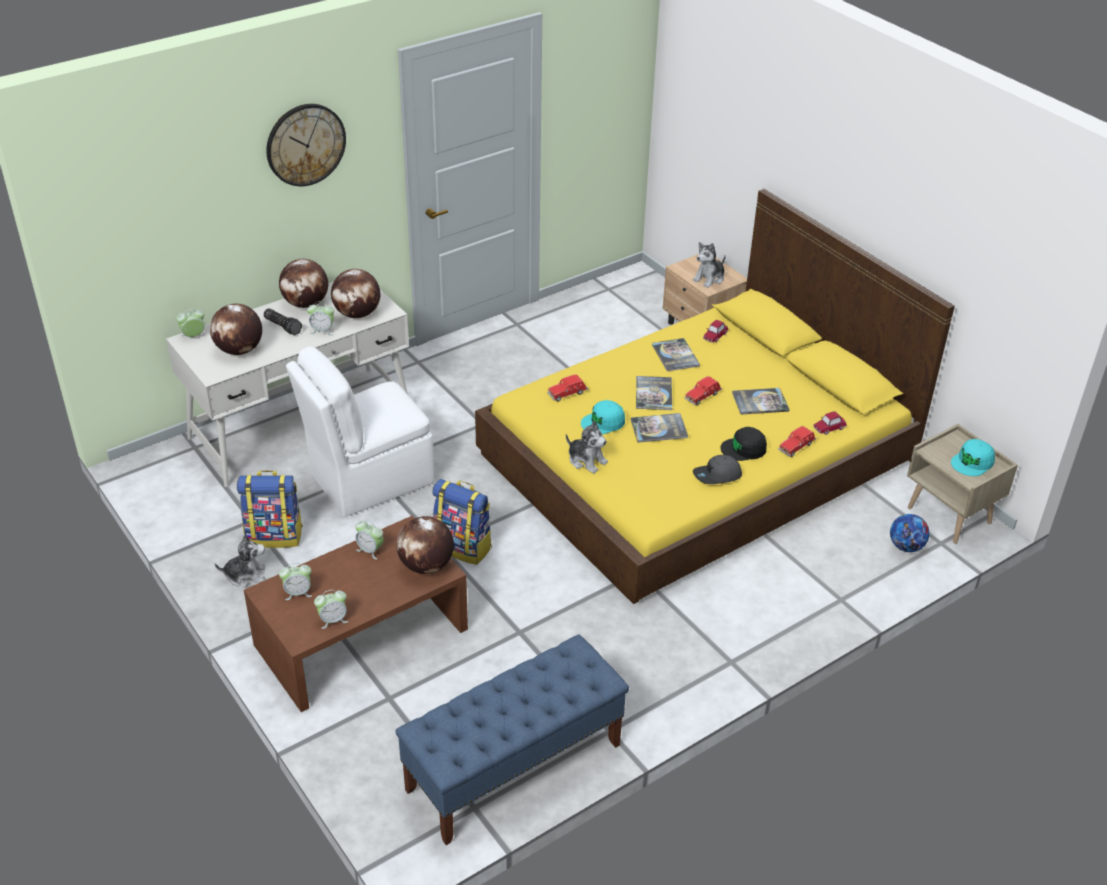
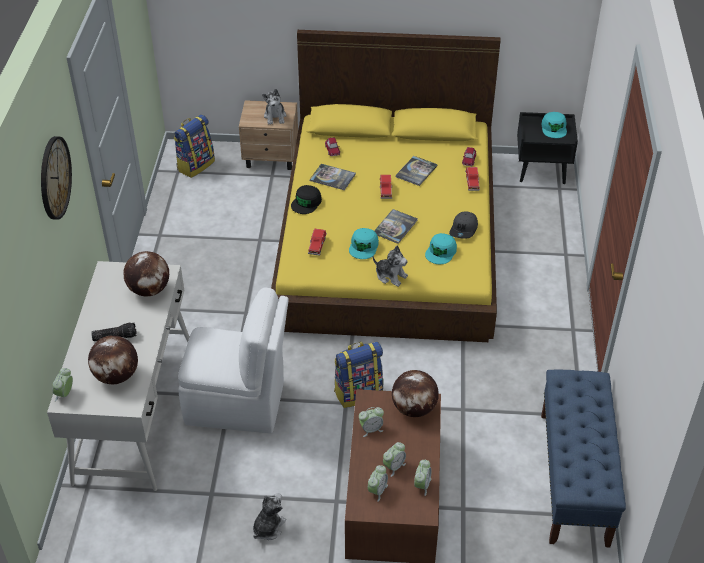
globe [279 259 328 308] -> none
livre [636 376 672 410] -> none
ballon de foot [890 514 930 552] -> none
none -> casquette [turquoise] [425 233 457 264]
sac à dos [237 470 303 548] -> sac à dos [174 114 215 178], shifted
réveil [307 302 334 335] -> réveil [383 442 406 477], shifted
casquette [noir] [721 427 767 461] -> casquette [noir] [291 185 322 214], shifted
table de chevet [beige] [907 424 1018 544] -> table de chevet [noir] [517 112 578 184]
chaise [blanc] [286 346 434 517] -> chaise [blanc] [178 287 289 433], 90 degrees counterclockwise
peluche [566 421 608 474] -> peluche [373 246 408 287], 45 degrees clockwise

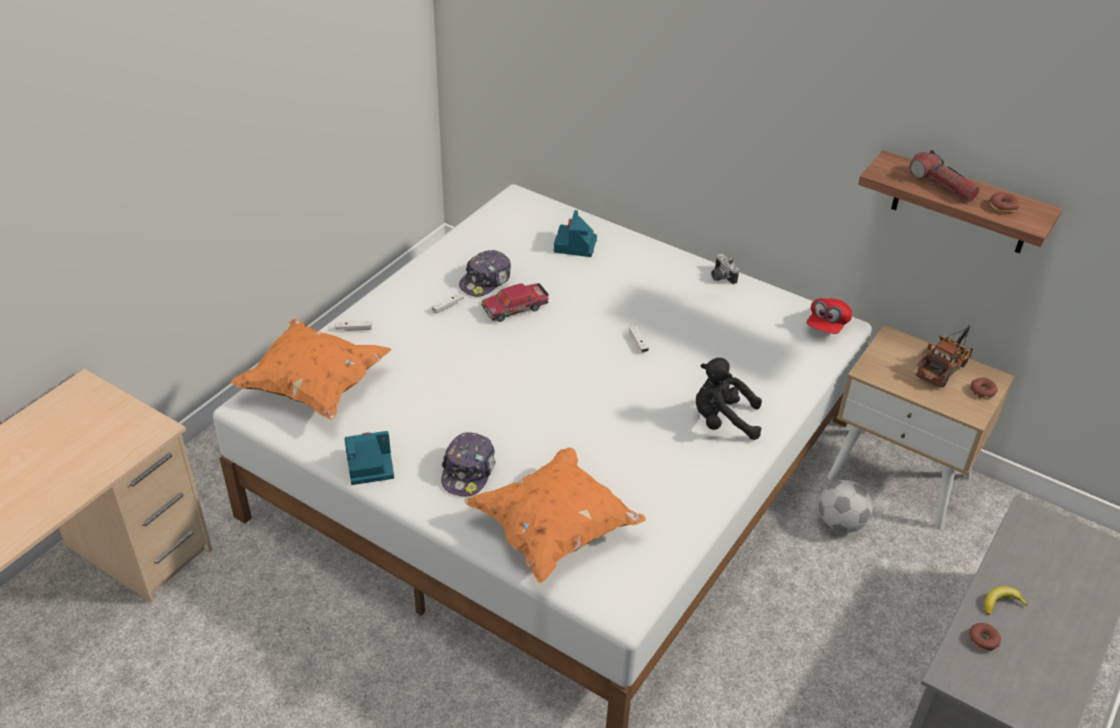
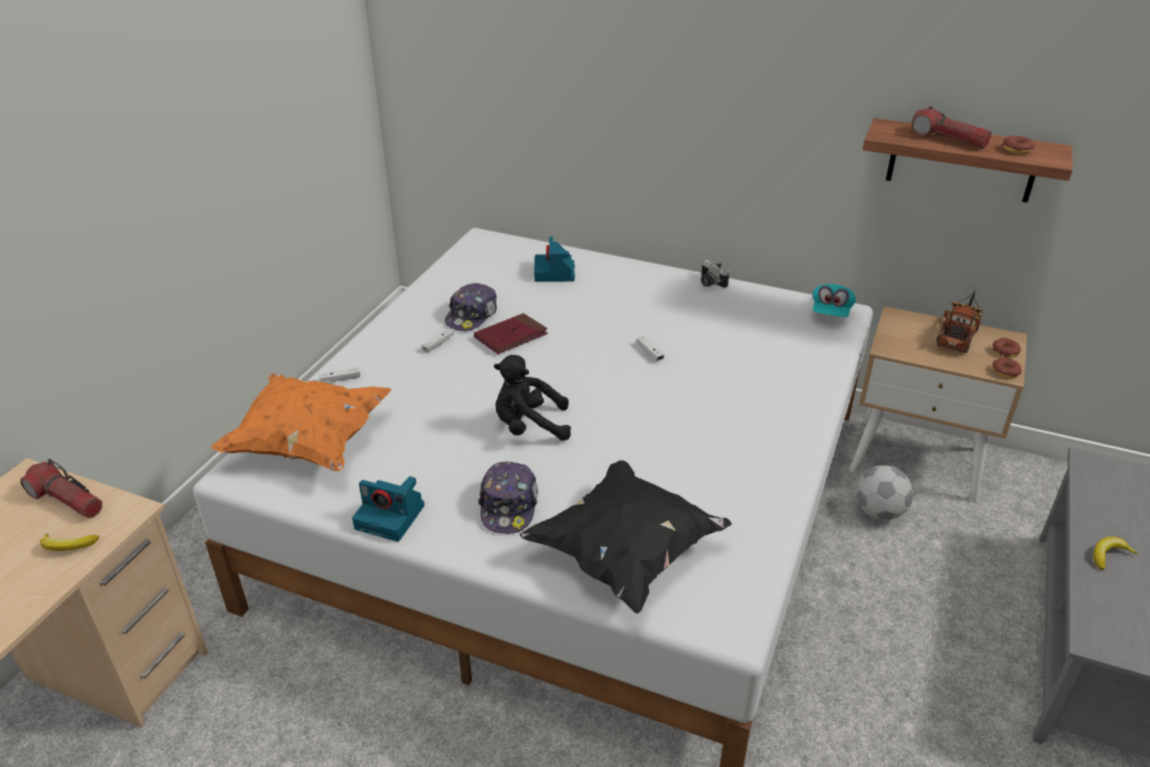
none -> lampe de poche [20 459 102 518]
none -> banane [40 533 99 551]
peluche [noir] [696 358 762 440] -> peluche [noir] [494 355 571 441], shifted
beignet [969 623 1001 651] -> beignet [992 358 1022 378], shifted
petite voiture [481 283 549 322] -> livre [rouge] [474 313 548 354]
coussin [orange] [464 447 646 583] -> coussin [noir] [520 460 732 614]
casquette [rouge] [806 298 852 334] -> casquette [turquoise] [813 284 856 317]
appareil photo [344 431 394 485] -> appareil photo [352 476 425 542], 135 degrees counterclockwise

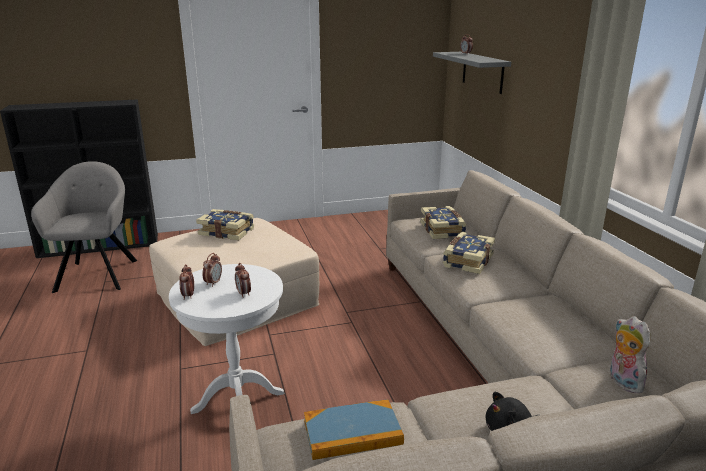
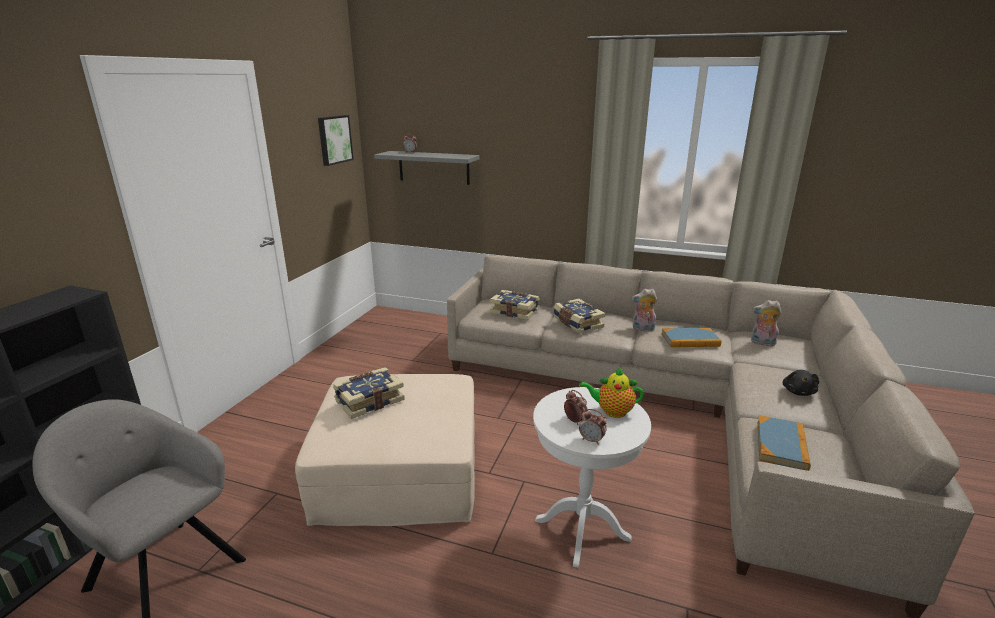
none -> tableau [318 115 354 166]
none -> peluche [632 289 657 332]
none -> livre [661 328 721 347]
réveil [235 263 251 298] -> théière [579 367 644 418]

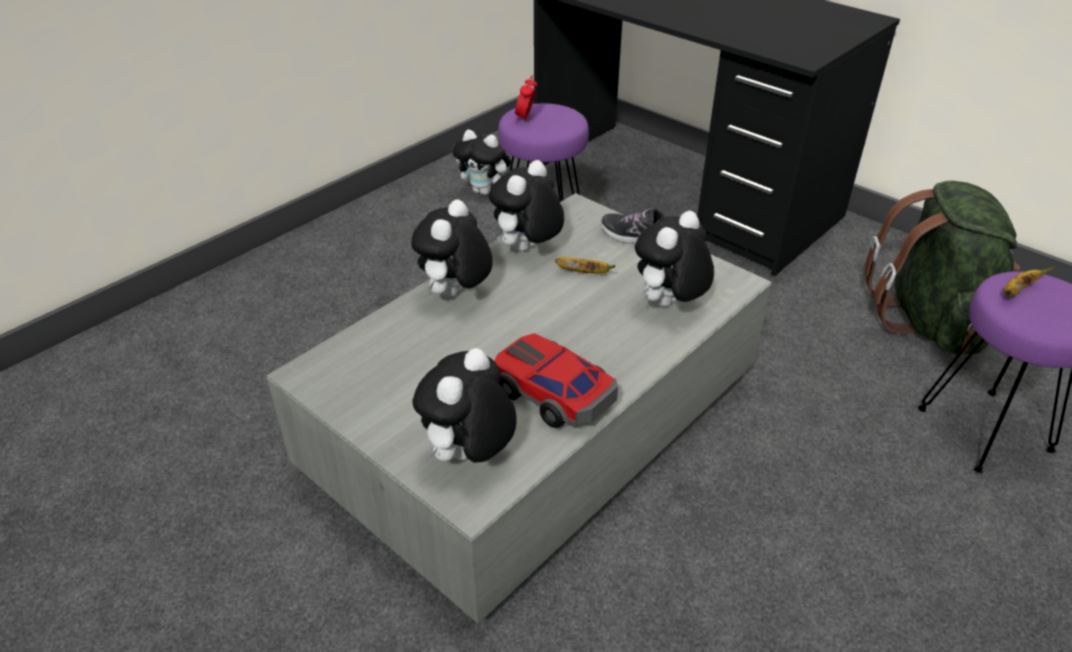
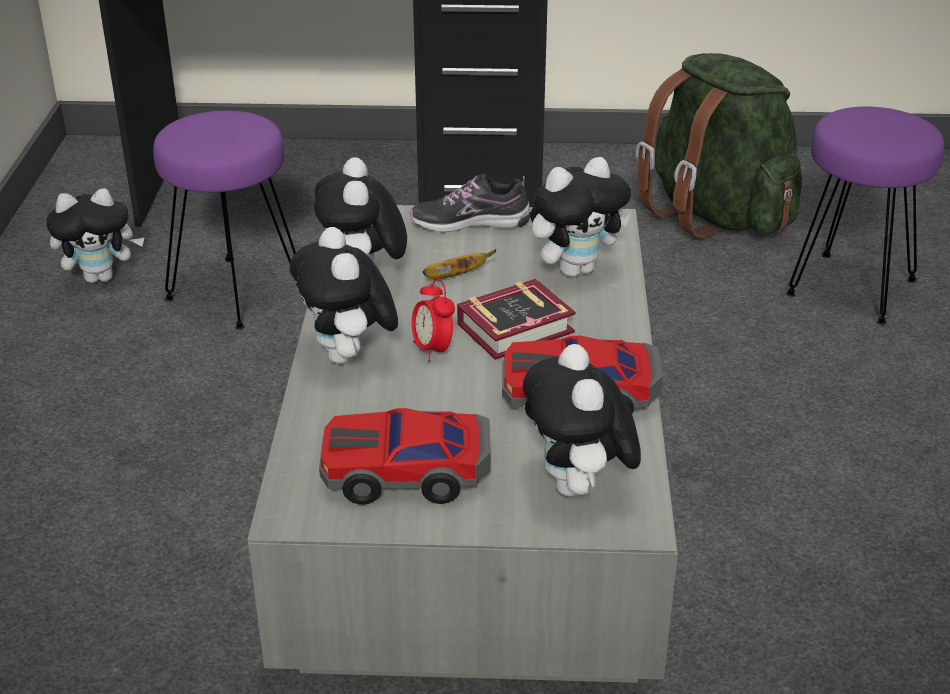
banane [1004 266 1054 297] -> none
none -> petite voiture [319 408 491 505]
none -> livre [457 279 576 360]
réveil [515 75 537 123] -> réveil [412 278 455 362], shifted
peluche [635 211 714 307] -> peluche [530 157 631 277], 120 degrees counterclockwise

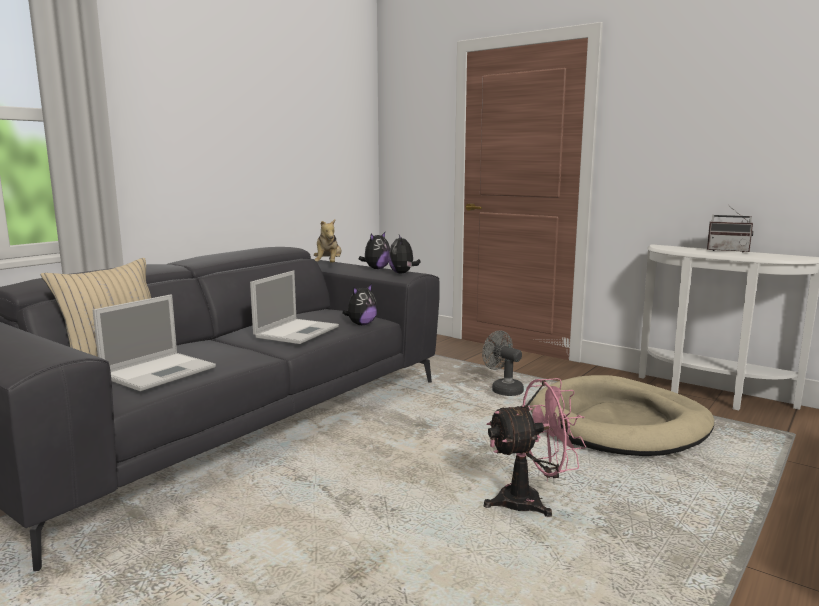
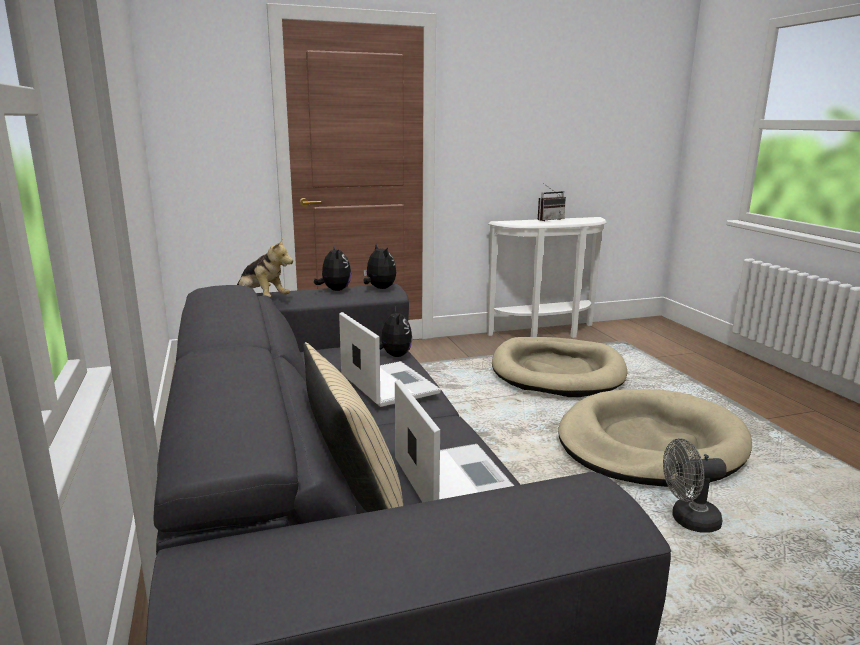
ventilateur [gris] [482 330 524 396] -> ventilateur [gris] [663 438 727 533], shifted
ventilateur [rose] [484 378 586 517] -> panier pour chien [beige] [558 389 752 487]
peluche [388 235 420 274] -> peluche [363 243 396 289], 150 degrees counterclockwise

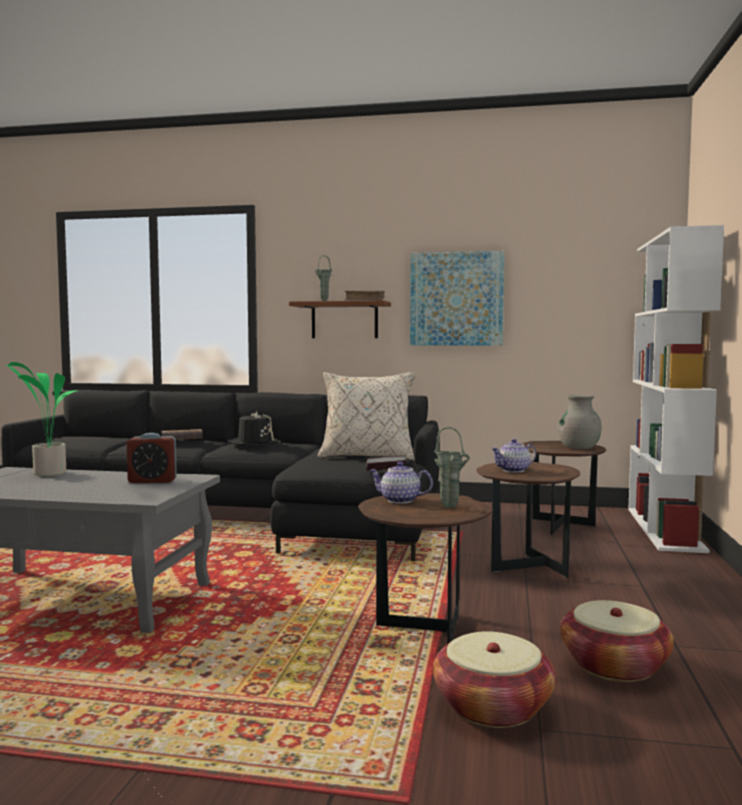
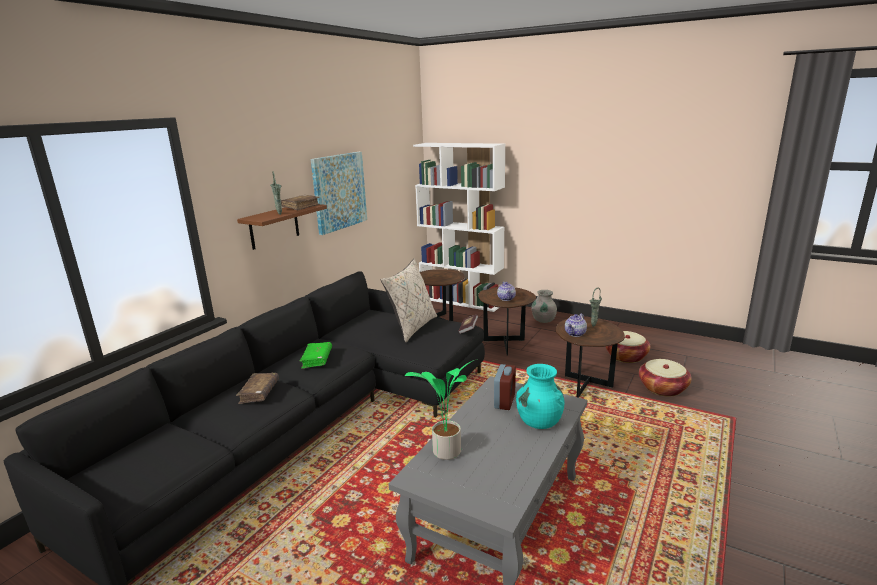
none -> vase [turquoise] [516 364 565 429]
vase [gris] [558 395 602 449] -> vase [gris] [532 290 557 323], shifted
chapeau [noir] [227 411 281 445] -> livre [vert] [300 342 332 369]

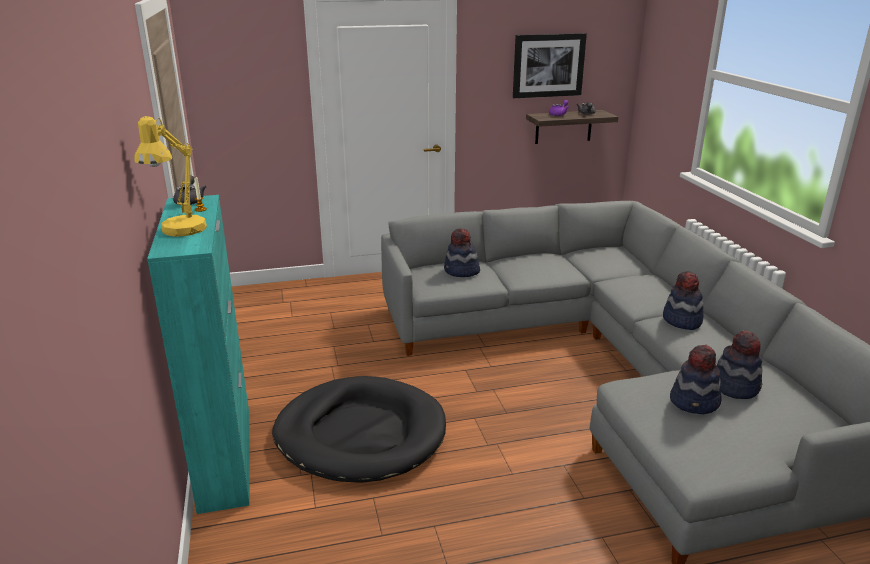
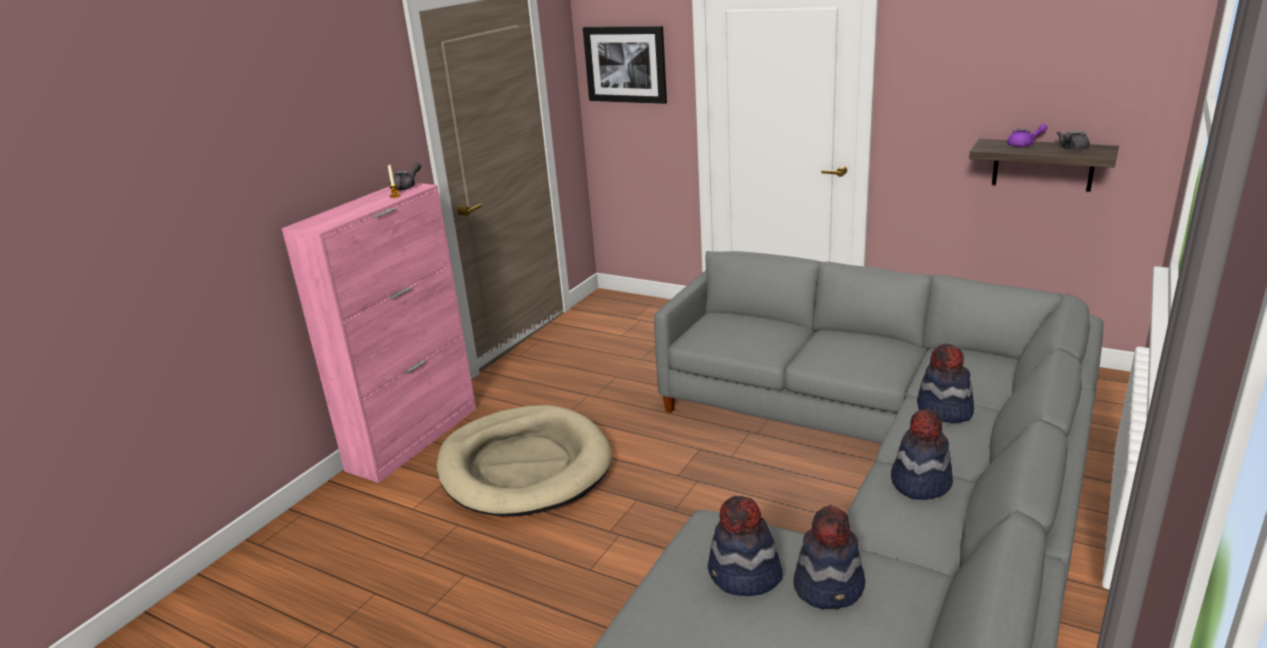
lampe de table [jaune] [134 116 207 236] -> none
chapeau [444 228 480 277] -> chapeau [917 344 974 423], shifted
tableau [513 33 587 98] -> tableau [583 26 667 104], shifted
meuble de rangement [turquoise] [147 195 250 514] -> meuble de rangement [rose] [282 183 476 483]
panier pour chien [noir] [272 376 446 483] -> panier pour chien [beige] [437 405 612 516]

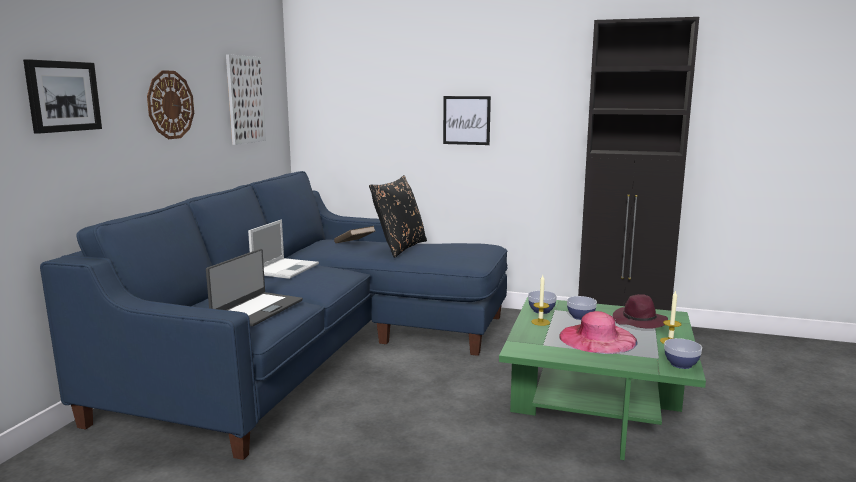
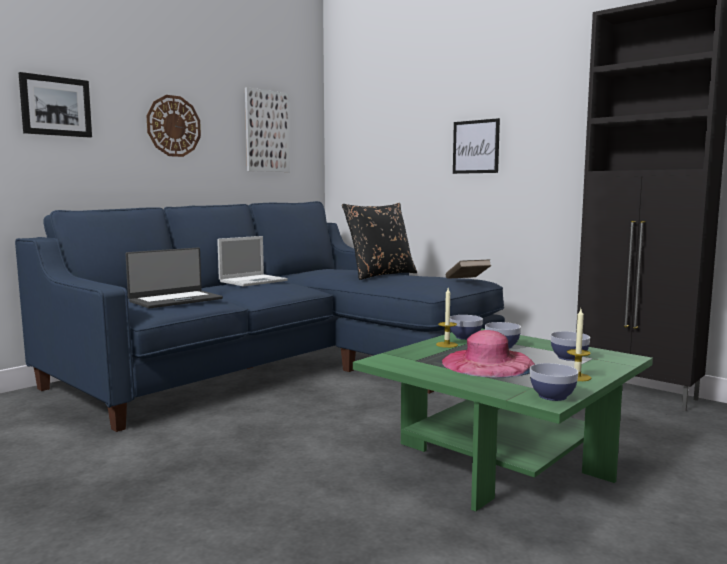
livre [marron] [334 226 375 243] -> livre [marron] [446 259 491 279], shifted
chapeau [violet] [613 294 668 329] -> bol [550 331 590 361]

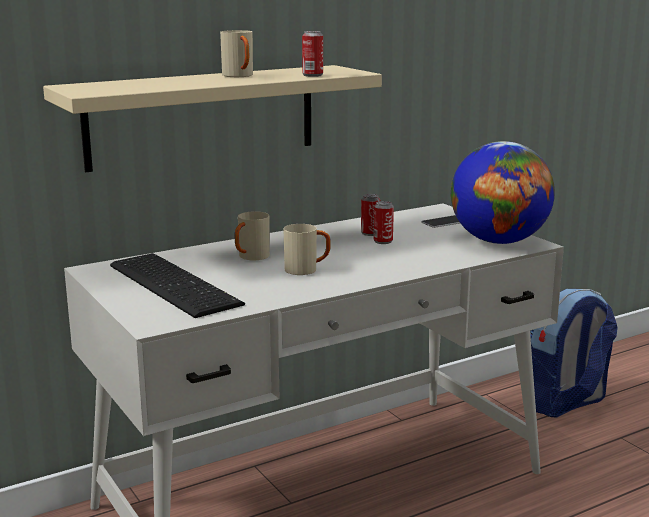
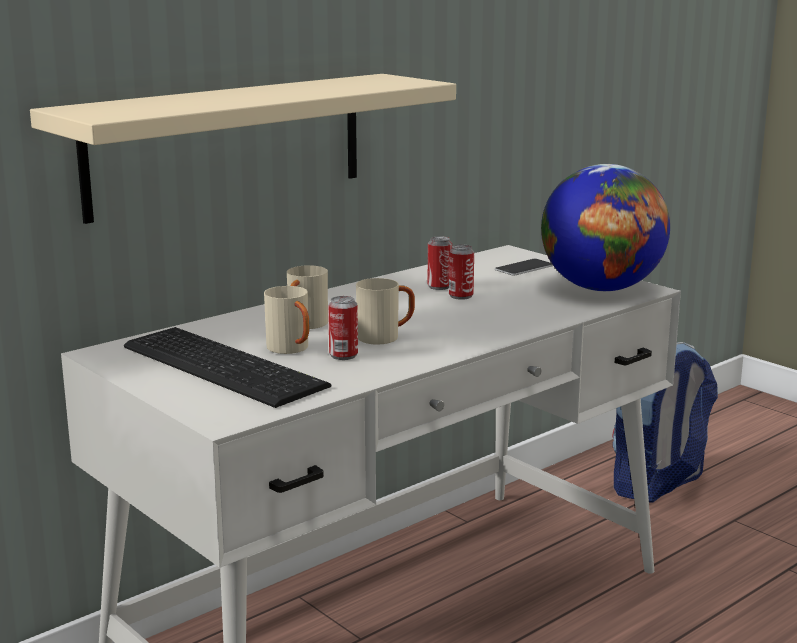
mug [beige] [220 30 253 77] -> mug [beige] [264 286 309 354], shifted
boîte métallique [302 31 323 77] -> boîte métallique [328 296 358 360], shifted

